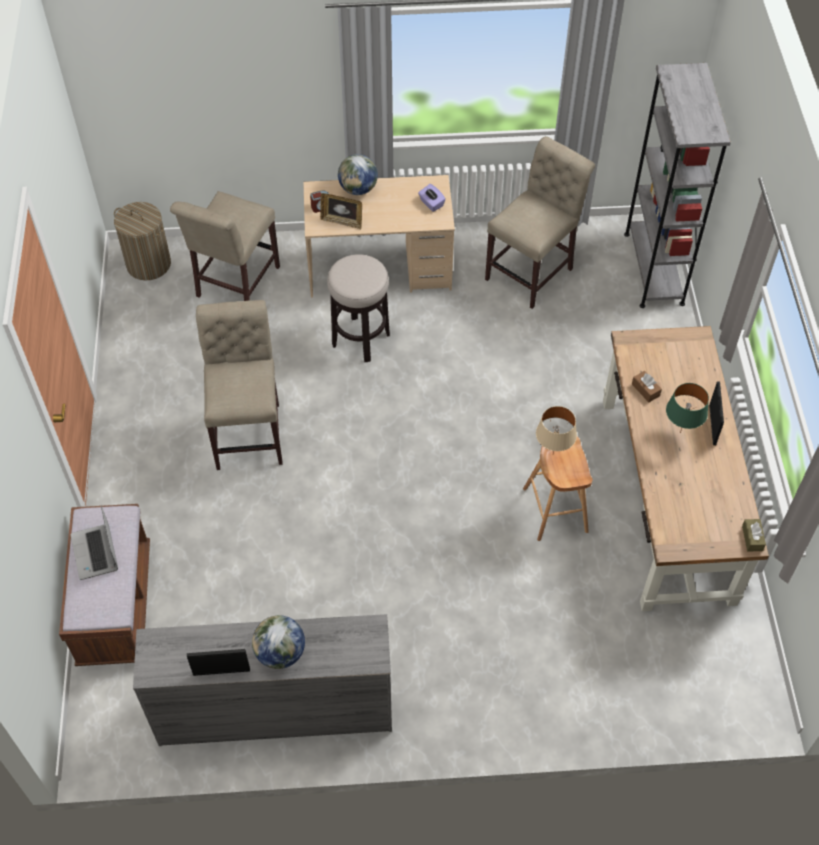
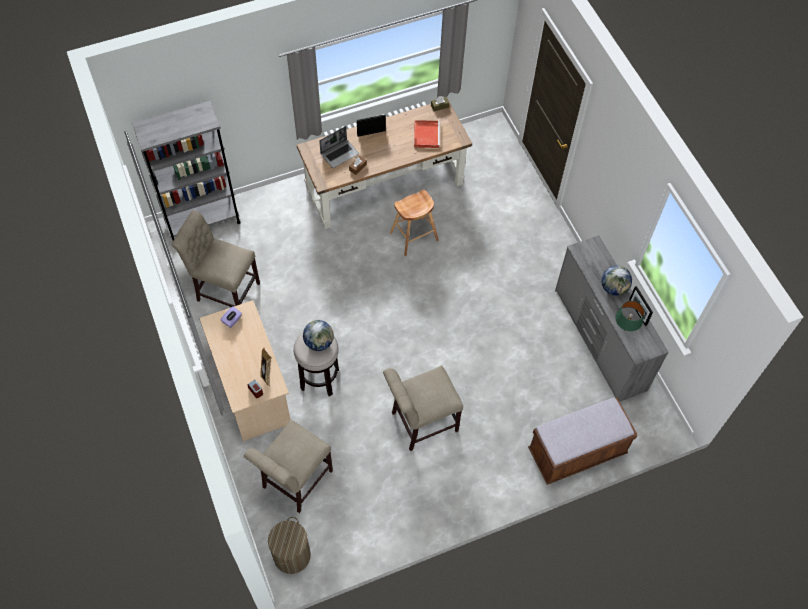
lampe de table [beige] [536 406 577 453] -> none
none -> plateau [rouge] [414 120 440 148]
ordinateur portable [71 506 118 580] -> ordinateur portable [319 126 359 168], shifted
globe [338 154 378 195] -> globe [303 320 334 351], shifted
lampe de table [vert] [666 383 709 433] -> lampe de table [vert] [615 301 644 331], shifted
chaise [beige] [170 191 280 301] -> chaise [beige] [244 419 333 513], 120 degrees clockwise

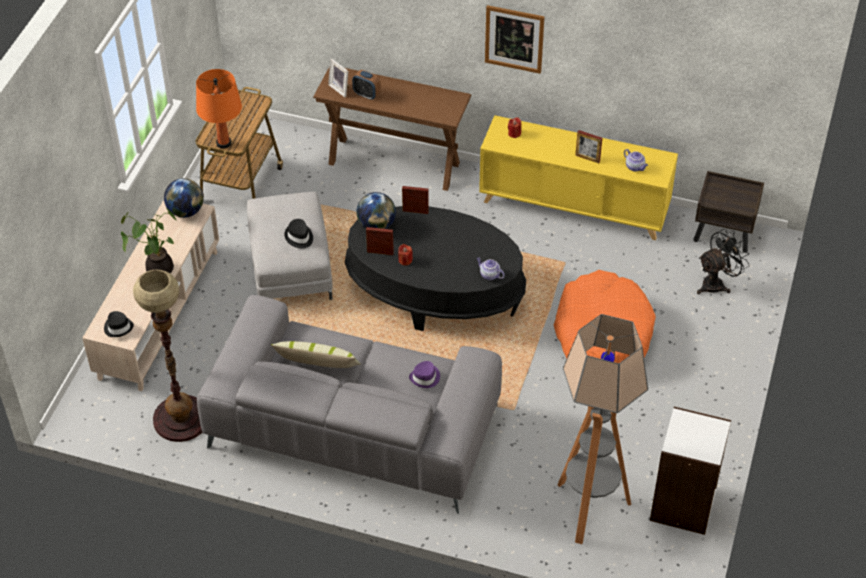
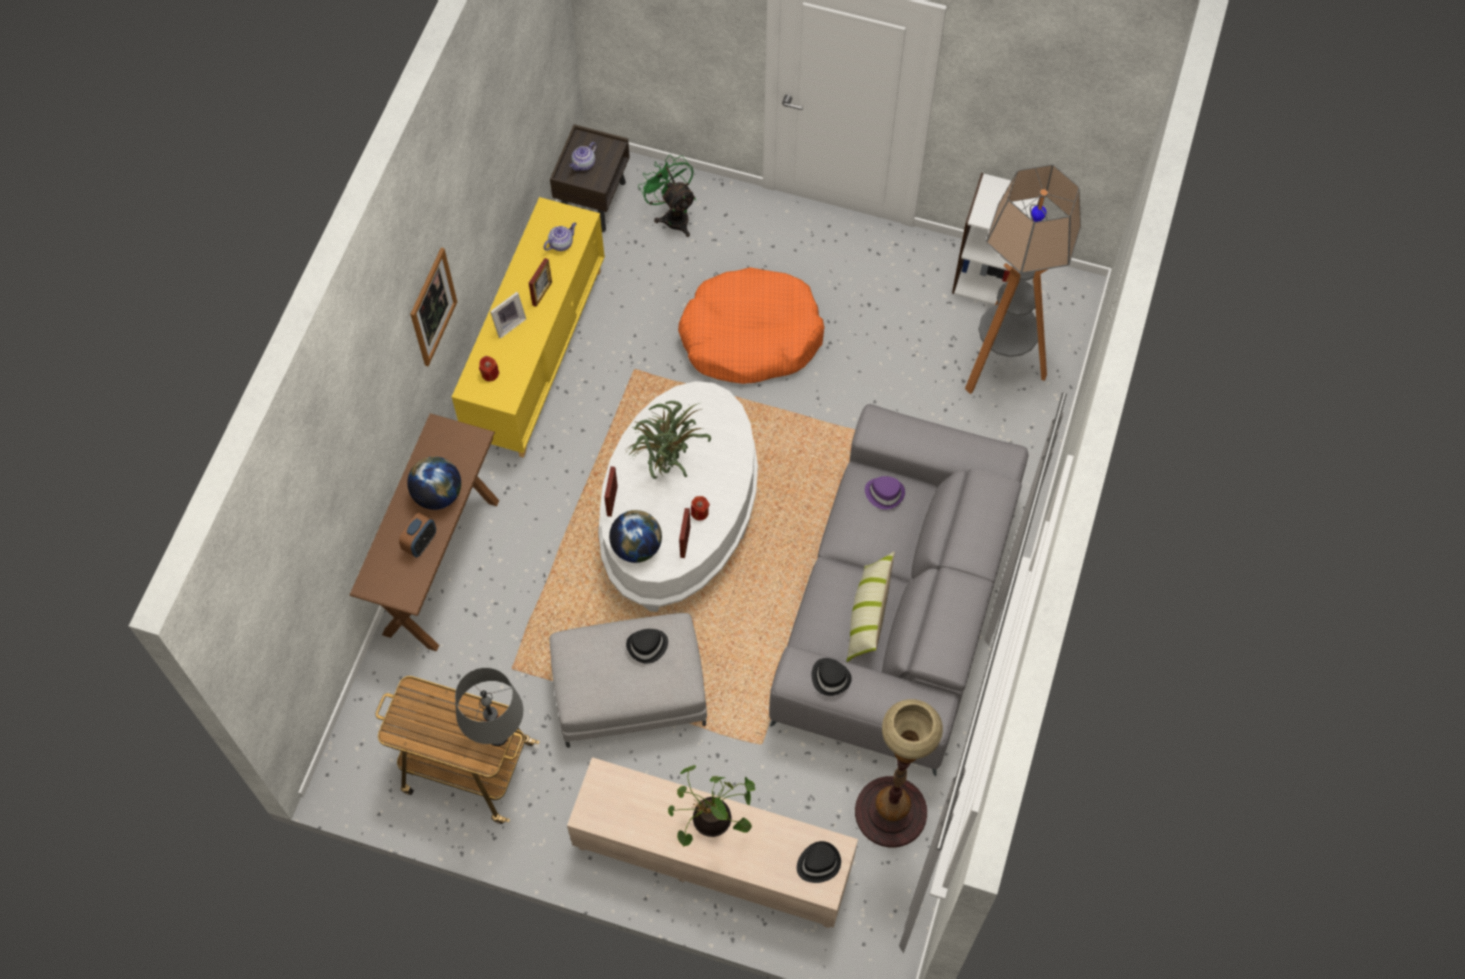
none -> plante en pot [628 400 711 479]
none -> chapeau [noir] [812 658 852 696]
globe [164 178 203 218] -> globe [407 456 461 510], shifted
cadre photo [328 59 349 97] -> cadre photo [490 292 526 339], shifted
théière [477 257 505 281] -> théière [569 142 597 171], shifted
lampe de table [orange] [196 69 242 149] -> lampe de table [gris] [455 668 524 746]
table basse [noir] [345 206 526 331] -> table basse [blanc] [598 381 758 612]
ventilateur [noir] [697 229 750 295] -> ventilateur [vert] [638 155 696 237]

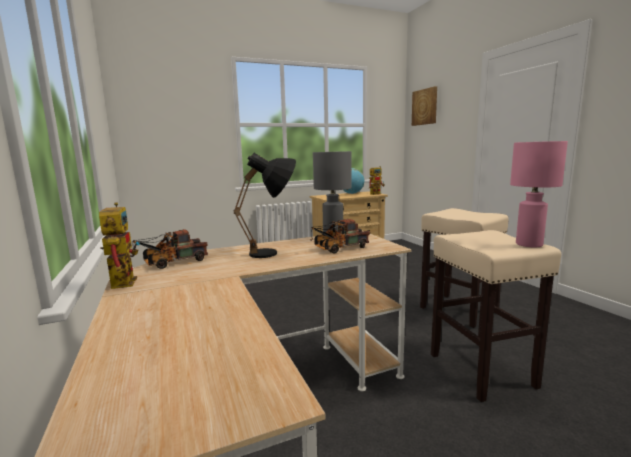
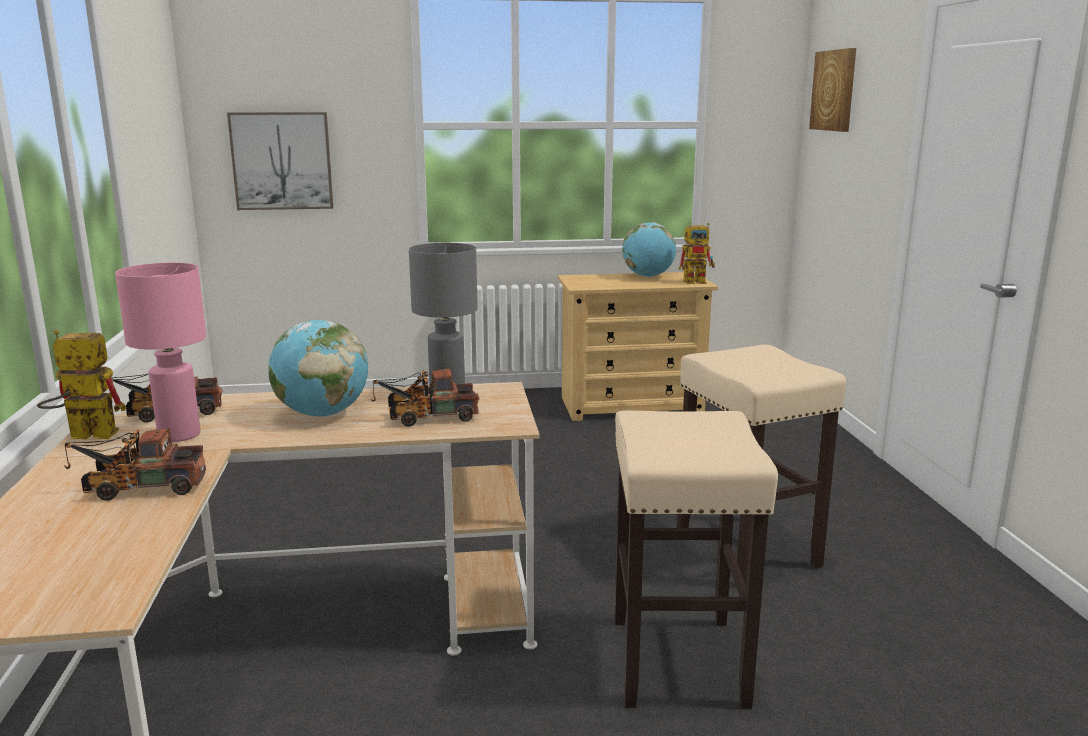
none -> camion jouet [64 427 206 501]
none -> tableau [227 112 334 210]
lampe de table [rose] [510 141 568 247] -> lampe de table [rose] [115 263 206 442], shifted
lampe de table [noir] [233 153 296 258] -> globe [269 320 368 417]
robot jouet [99 202 139 289] -> robot jouet [37 330 126 439], 90 degrees counterclockwise

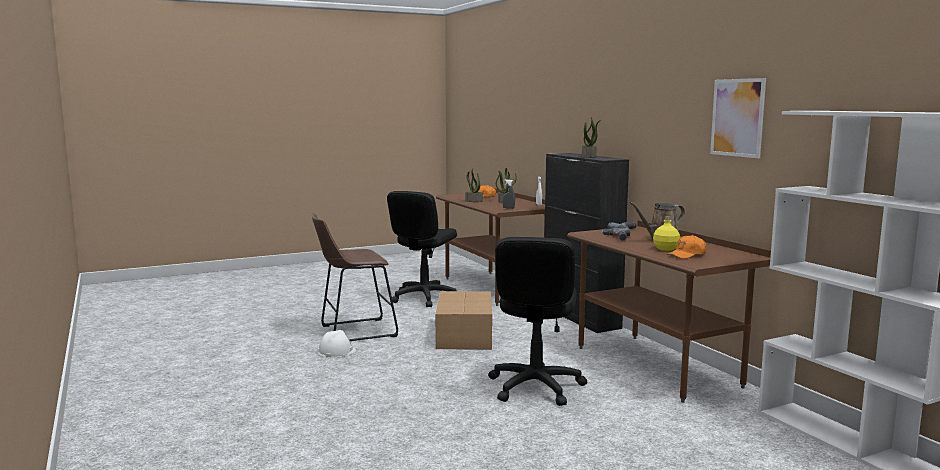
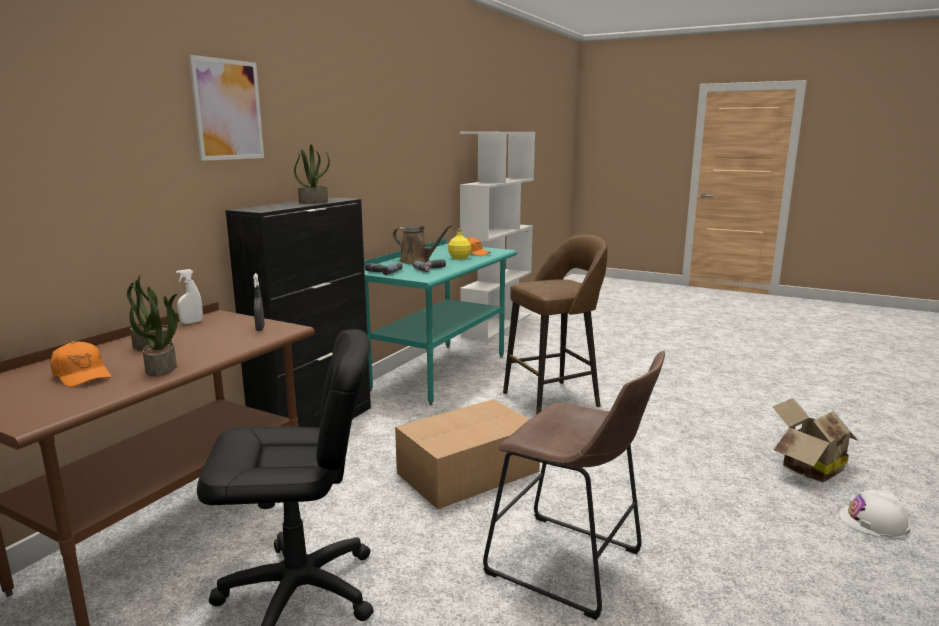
none -> carton [773 398 859 482]
casque de chantier [blanc] [317 330 356 358] -> casque de chantier [blanc] [839 490 910 539], shifted
tableau [710 78 766 158] -> tableau [189 55 264 161], shifted
chaise de bureau [noir] [488 237 587 406] -> tabouret [marron] [503 234 607 415]
bureau [marron] [567 220 771 403] -> bureau [turquoise] [364 239 517 405]

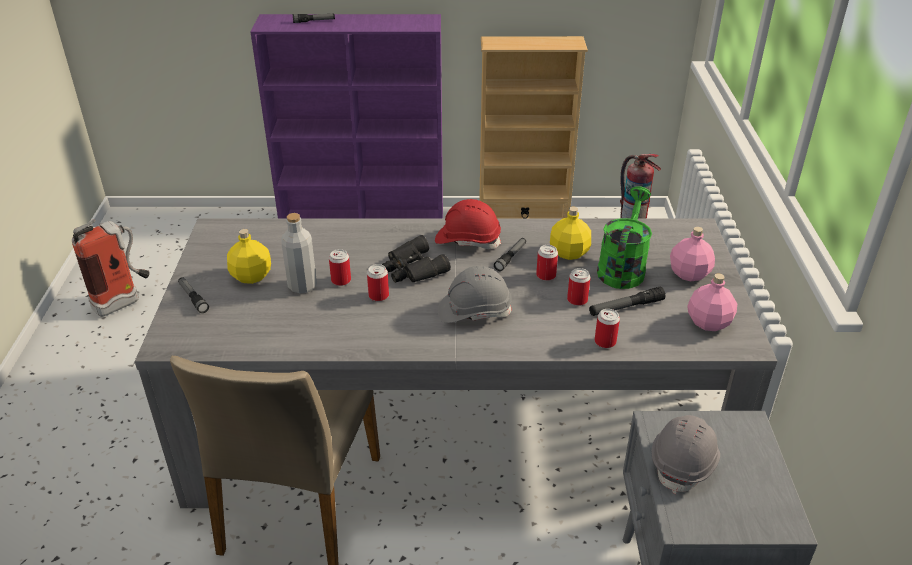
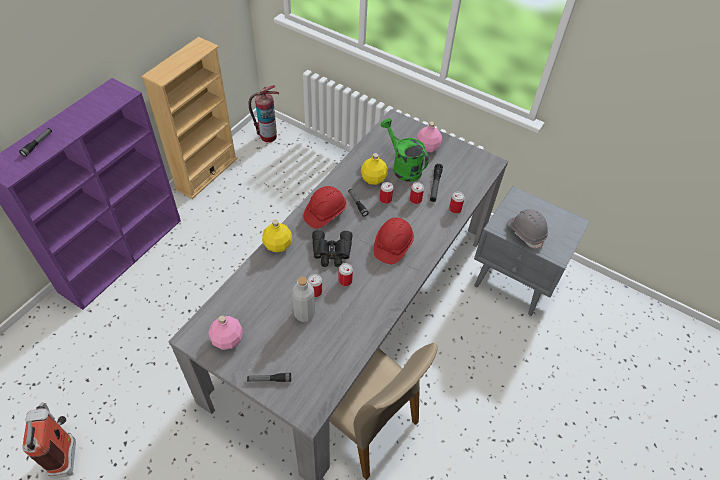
bouteille [jaune] [227 229 271 284] -> bouteille [jaune] [262 220 292 253], shifted
bouteille [rose] [687 273 737 331] -> bouteille [rose] [208 316 243 350], shifted
casque de chantier [gris] [438 266 512 323] -> casque de chantier [rouge] [374 218 414 264]

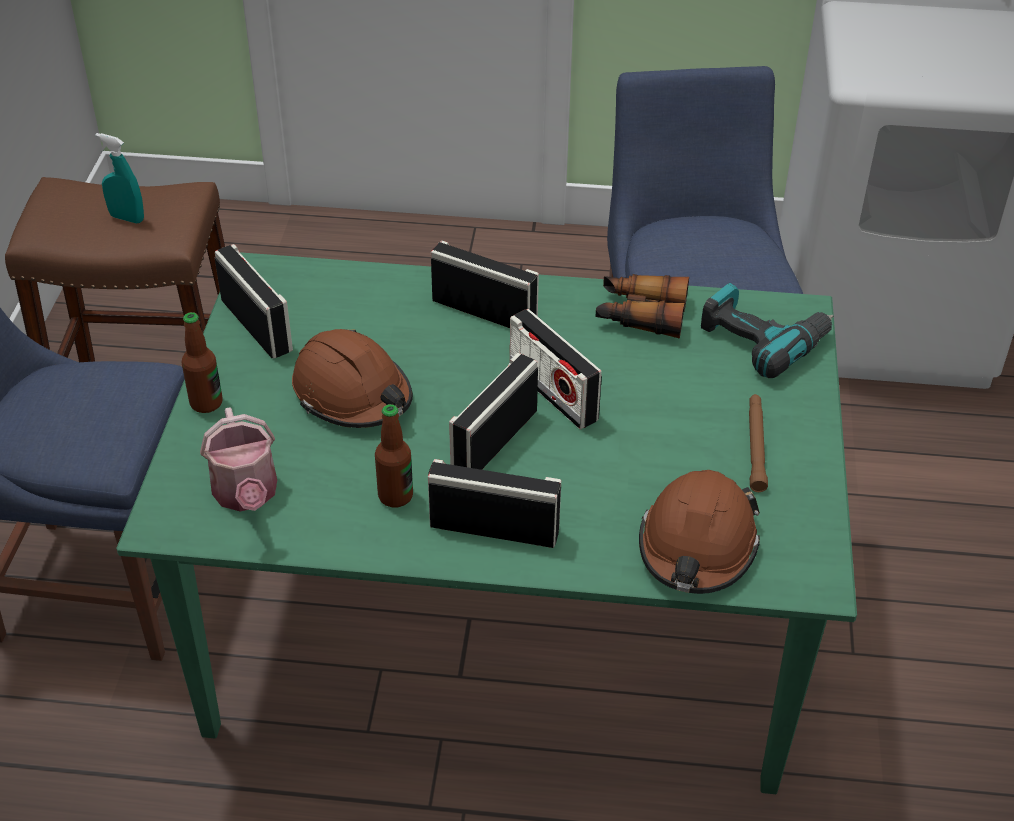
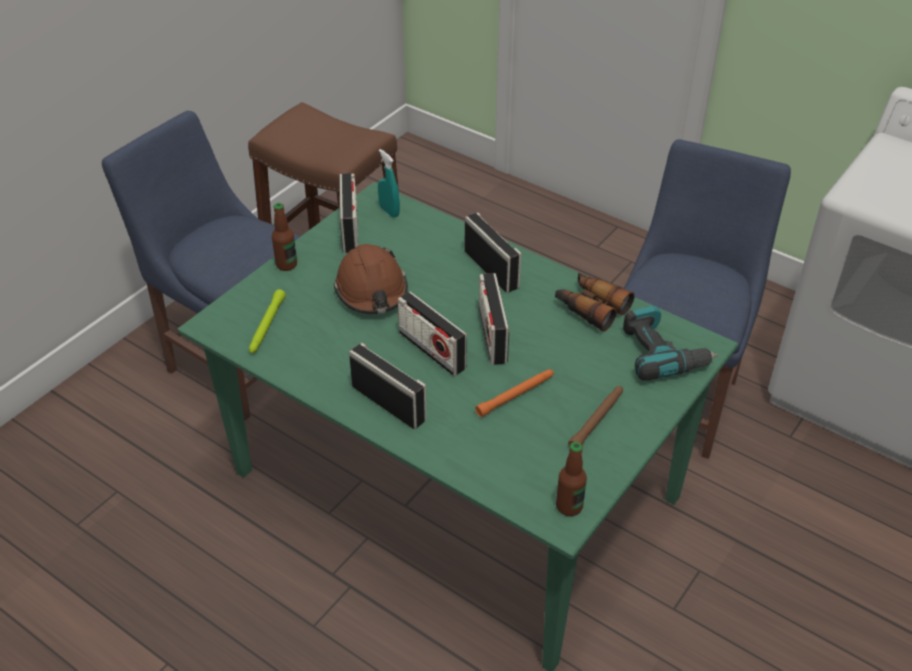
casque de chantier [marron] [639 470 760 594] -> none
none -> lampe de poche [orange] [475 370 554 417]
vaporisateur [turquoise] [95 133 144 223] -> vaporisateur [turquoise] [378 149 400 218], shifted
bouteille [375 404 413 507] -> bouteille [556 442 587 516], shifted
arrosoir [200 407 277 512] -> lampe de poche [vert] [249 289 286 353]
radio [449 353 538 470] -> radio [398 291 467 376], 105 degrees counterclockwise

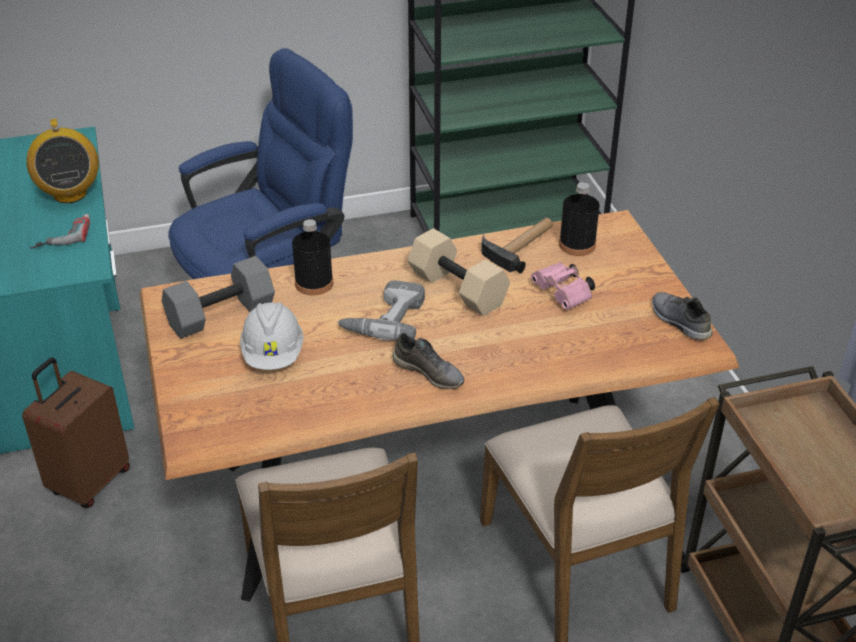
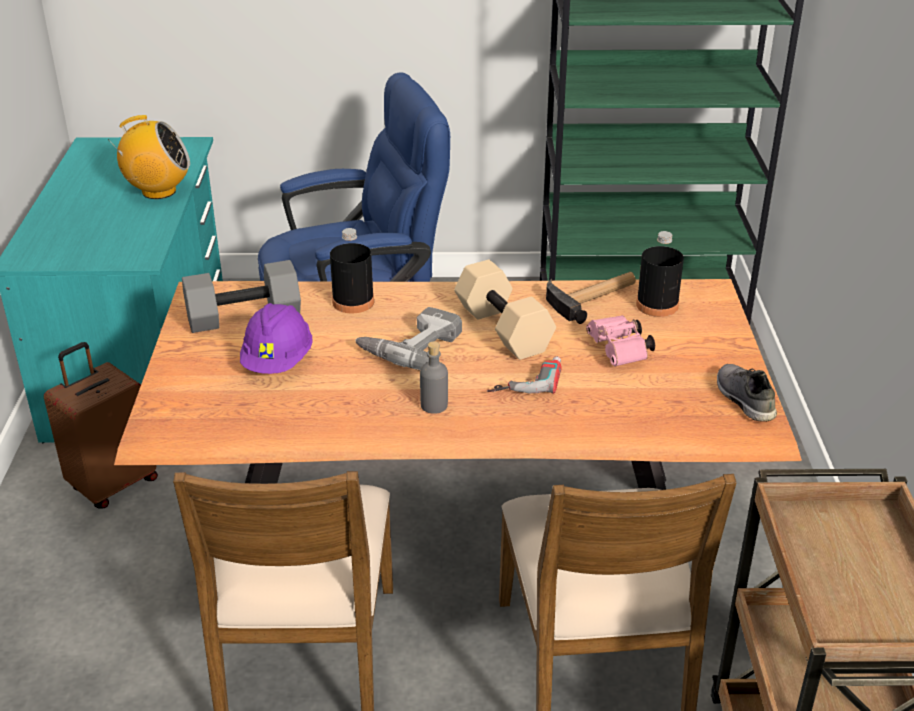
perceuse [30 214 90 249] -> perceuse [487 356 562 394], shifted
chaussure [gris] [392 333 464 389] -> bouteille [gris] [420 341 448 414]
casque de chantier [blanc] [240 302 304 370] -> casque de chantier [violet] [240 303 313 374]
radio [26 119 99 203] -> radio [108 115 190 199], 90 degrees counterclockwise

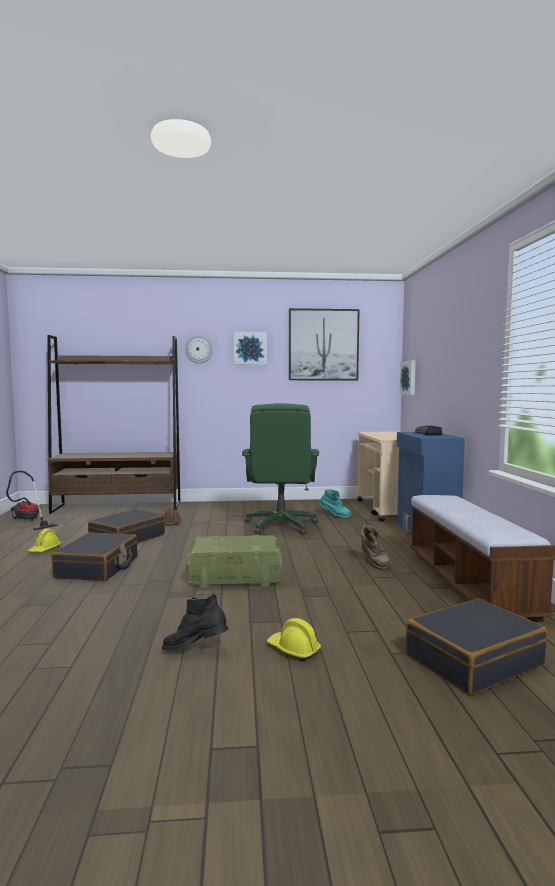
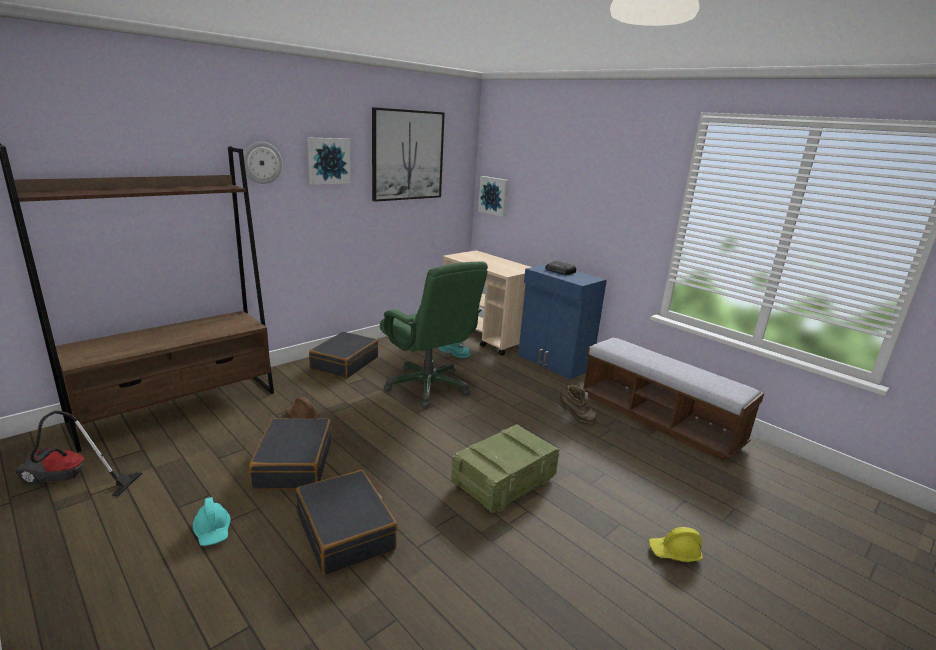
botte [noir] [162 594 229 651] -> none
valise [noir] [406 598 547 695] -> valise [noir] [309 332 378 379], shifted
casque de chantier [jaune] [28 529 61 552] -> casque de chantier [turquoise] [193 497 230 546]

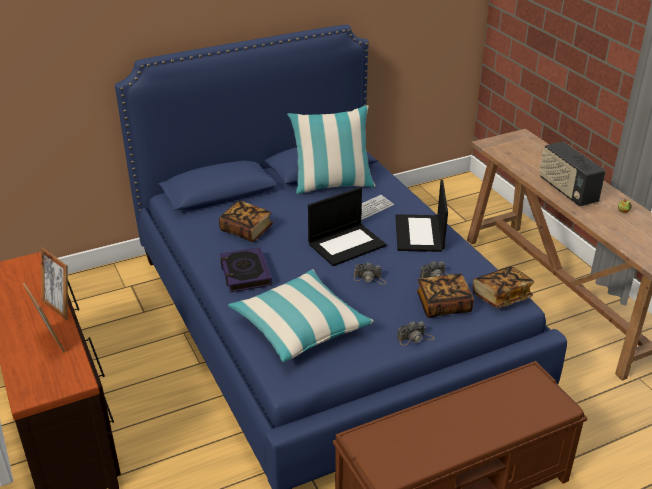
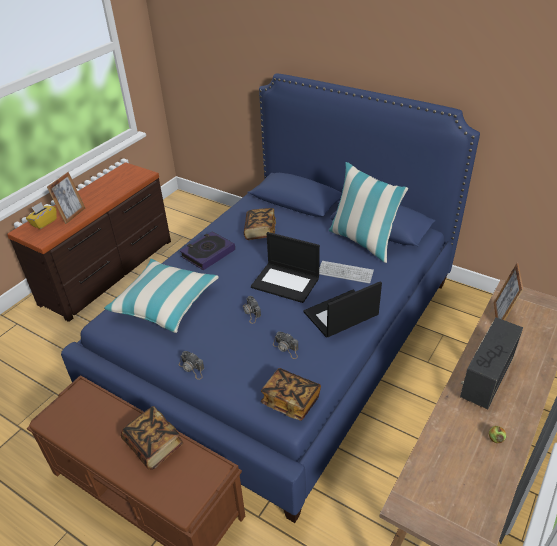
none -> boîte à mouchoirs [jaune] [26 202 57 229]
cadre photo [41 247 68 320] -> cadre photo [494 263 524 320], shifted
livre [417 274 474 318] -> livre [121 406 183 470], shifted

